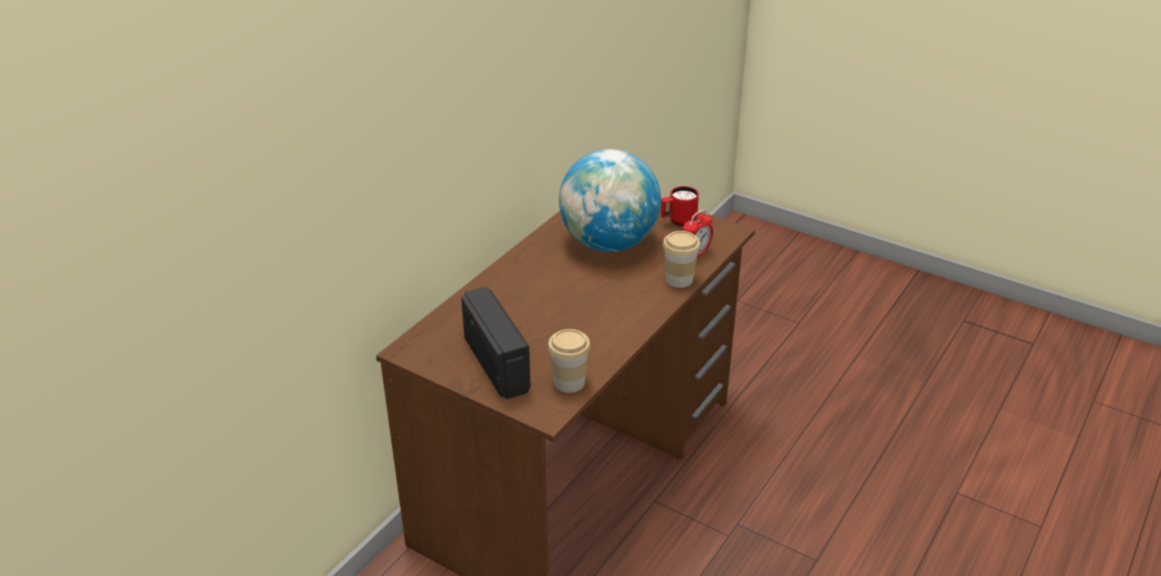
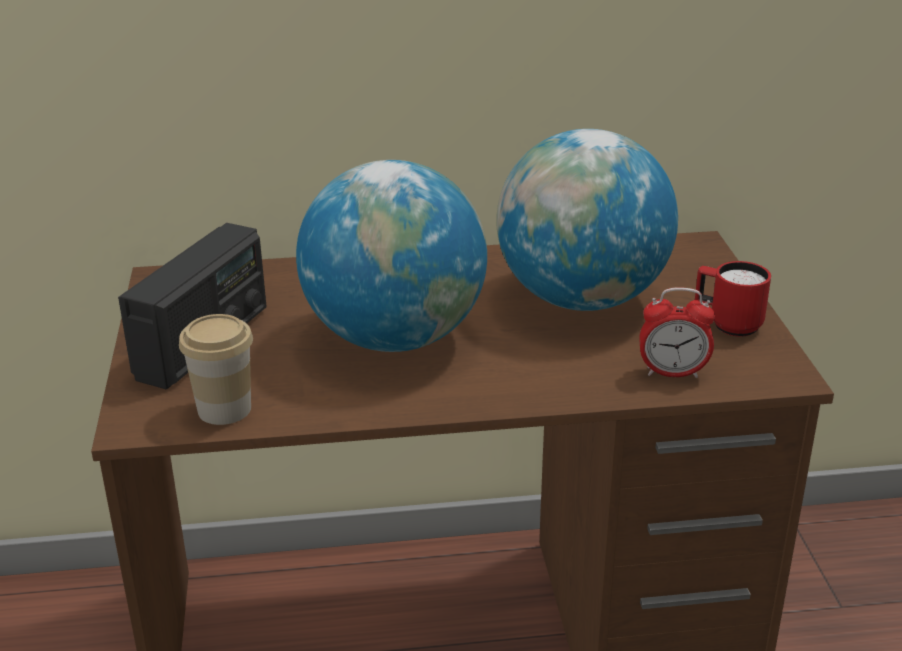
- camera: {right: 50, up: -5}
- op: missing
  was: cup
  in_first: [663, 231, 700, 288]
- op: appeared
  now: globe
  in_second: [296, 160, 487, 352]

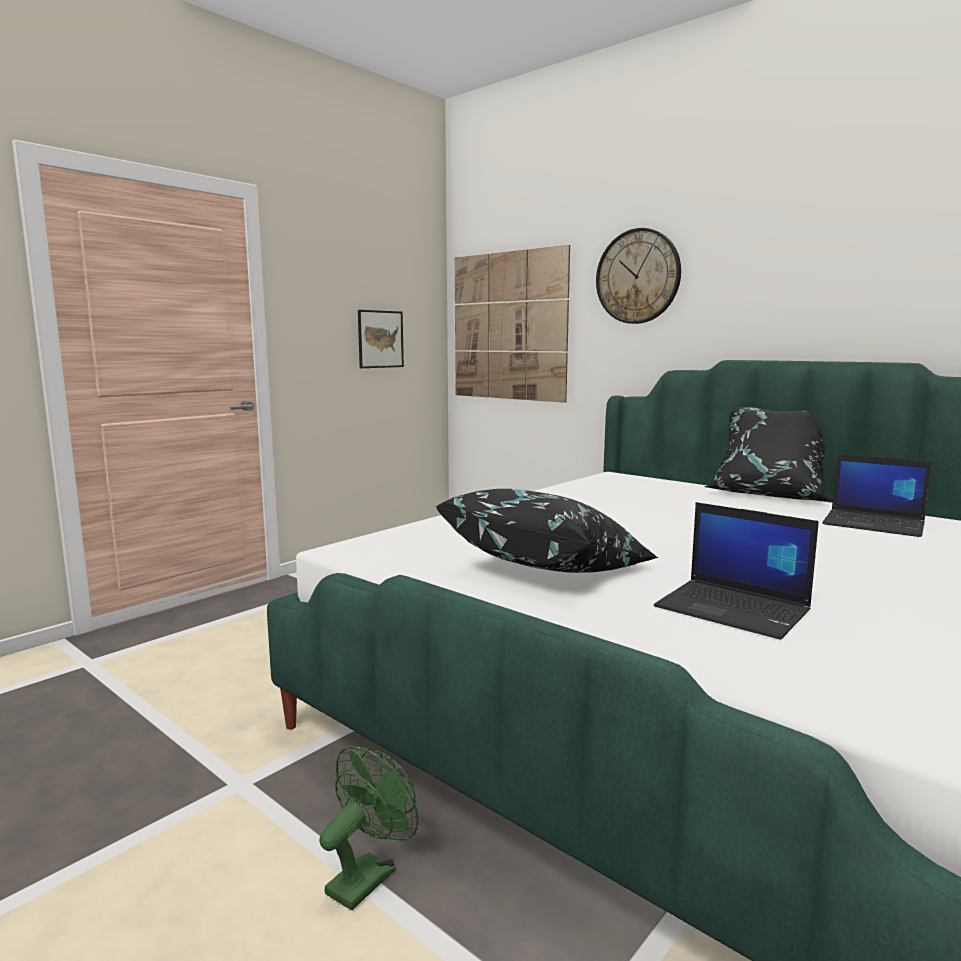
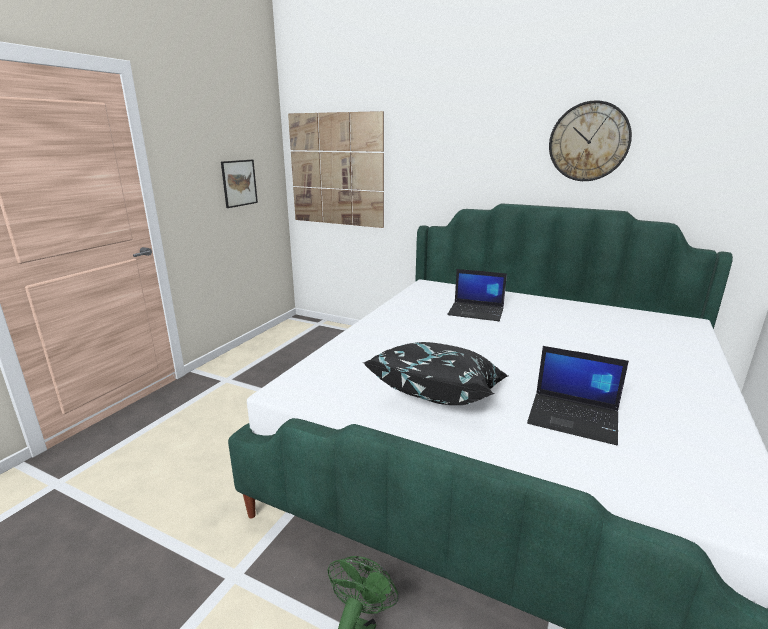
- camera: {right: -15, up: 10}
- op: relocated
  was: wall clock
  in_first: [596, 228, 681, 324]
  in_second: [549, 100, 632, 181]
- op: missing
  was: black pillow
  in_first: [704, 407, 833, 501]
- op: relocated
  was: laptop
  in_first: [822, 454, 932, 537]
  in_second: [447, 269, 507, 321]

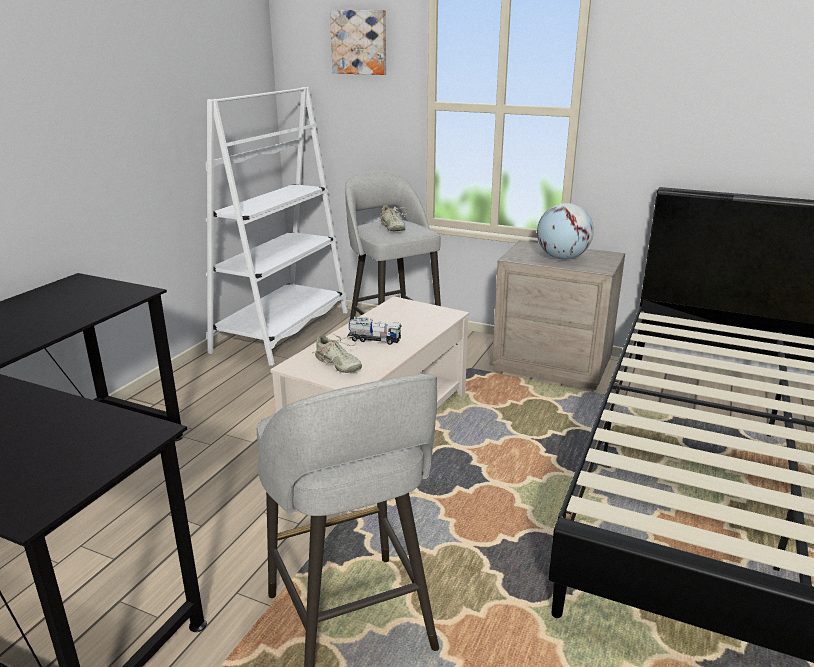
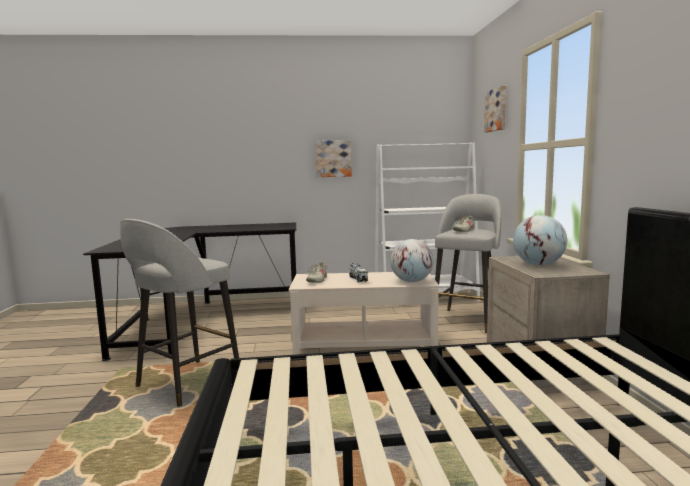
- camera: {right: 60, up: -15}
- op: appeared
  now: picture
  in_second: [315, 140, 352, 177]
- op: appeared
  now: globe
  in_second: [390, 239, 434, 282]

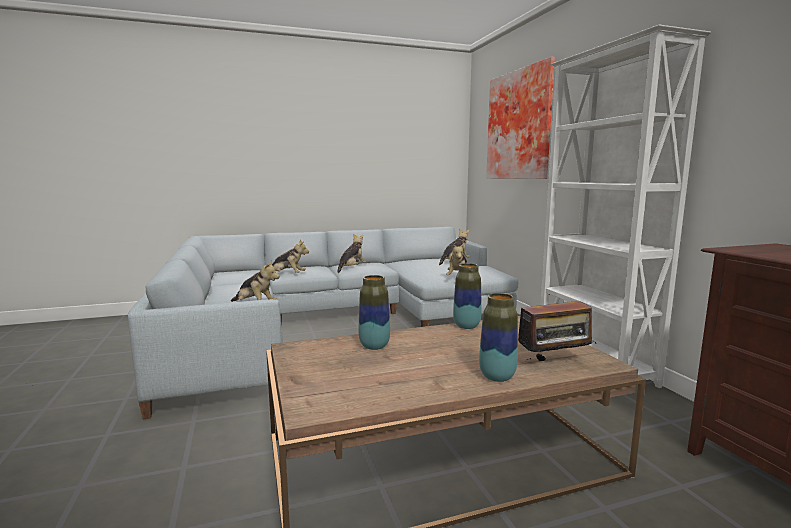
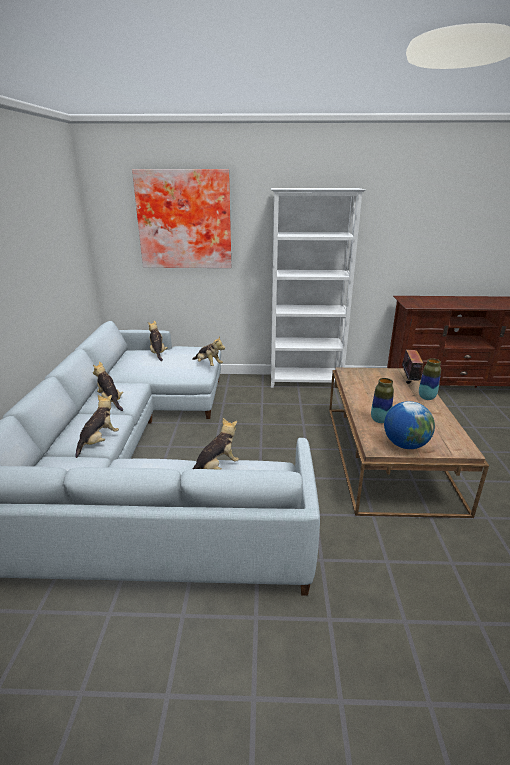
- camera: {right: -70, up: 15}
- op: missing
  was: vase
  in_first: [453, 263, 482, 329]
- op: appeared
  now: globe
  in_second: [384, 401, 435, 449]

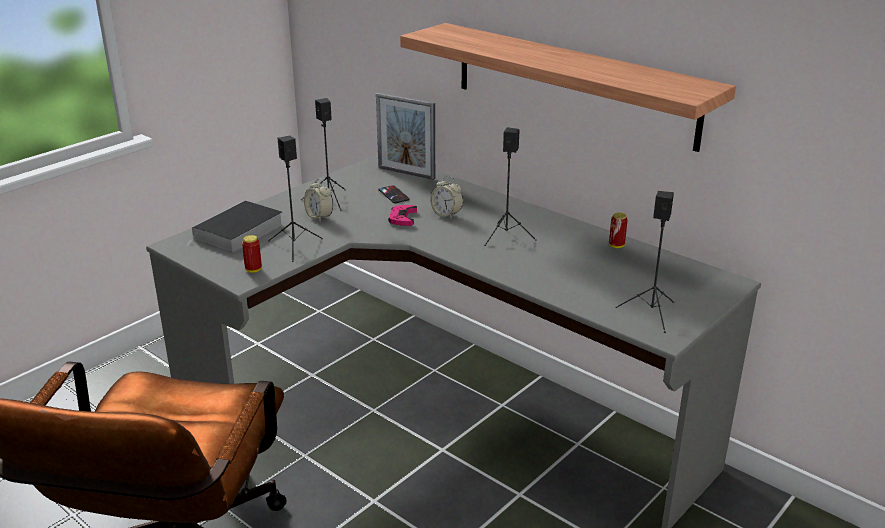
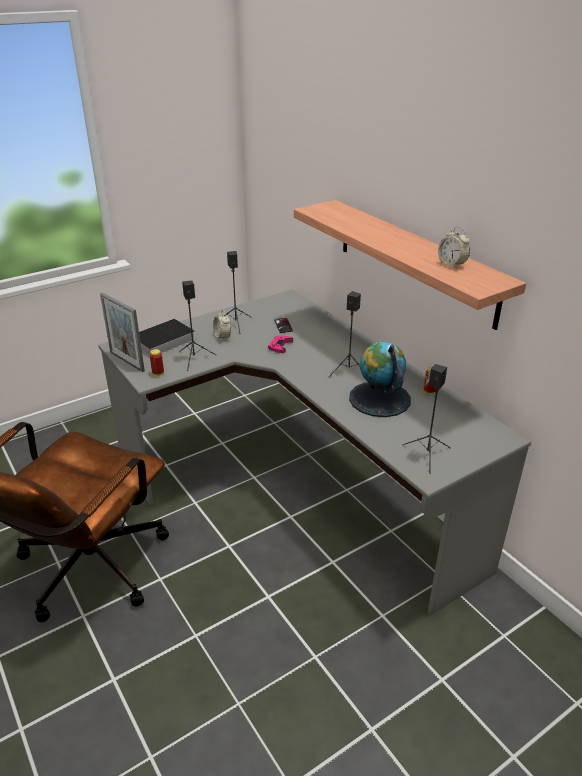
- camera: {right: 15, up: 5}
- op: relocated
  was: picture frame
  in_first: [376, 93, 435, 180]
  in_second: [100, 292, 145, 372]
- op: relocated
  was: alarm clock
  in_first: [430, 176, 463, 219]
  in_second: [438, 227, 470, 269]
- op: appeared
  now: globe
  in_second: [349, 342, 411, 417]

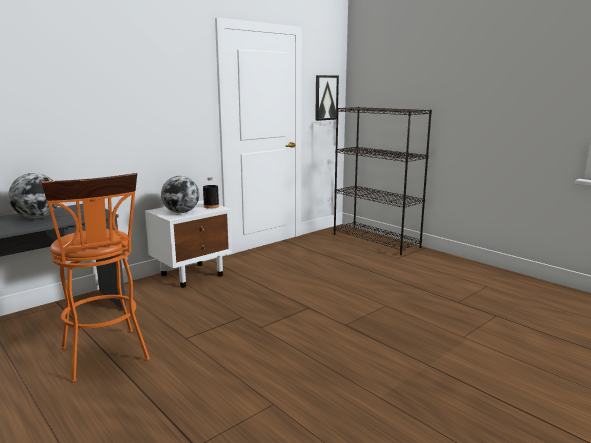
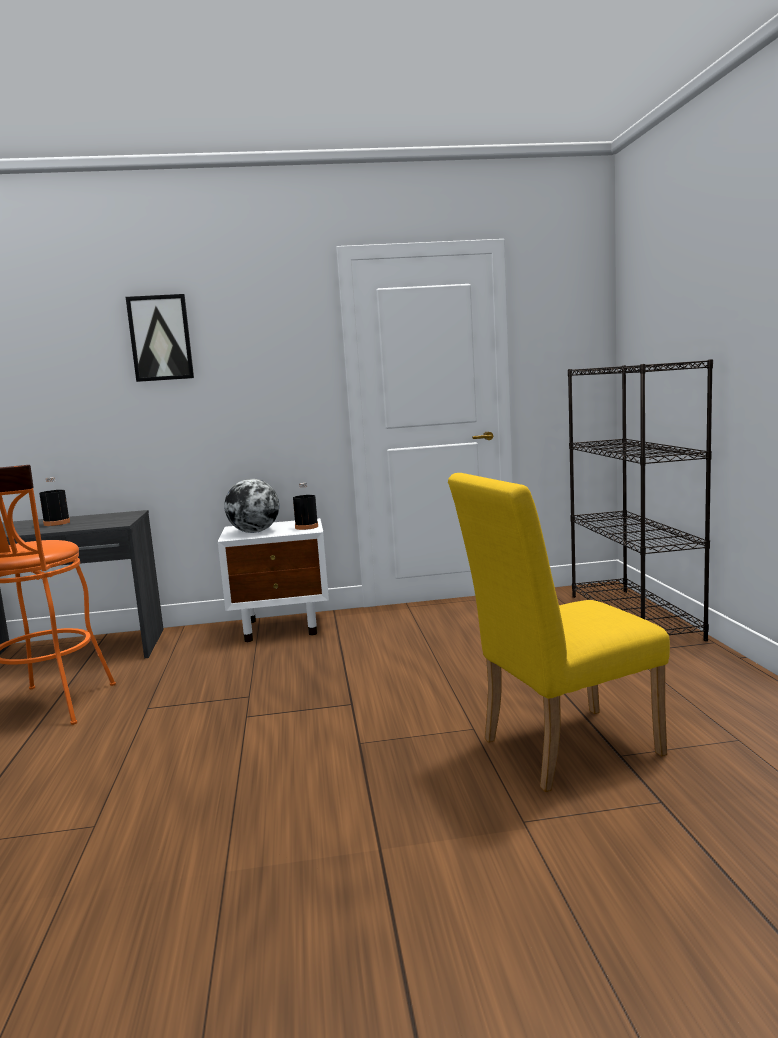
- camera: {right: 35, up: -5}
- op: exchanged
  was: globe
  now: black bottle
  in_first: [8, 173, 58, 219]
  in_second: [39, 477, 70, 526]
- op: relocated
  was: picture
  in_first: [315, 75, 339, 121]
  in_second: [126, 294, 194, 382]
- op: appeared
  now: yellow chair
  in_second: [448, 473, 670, 792]

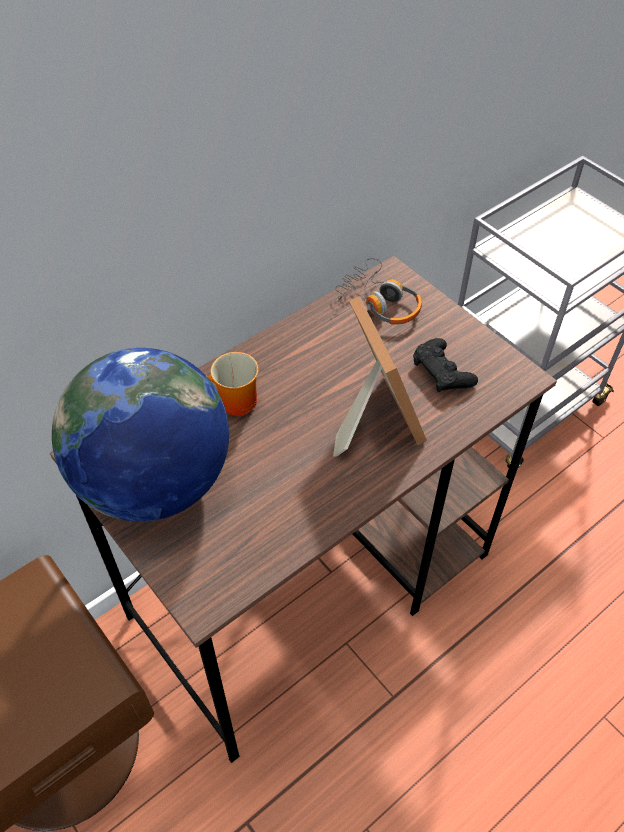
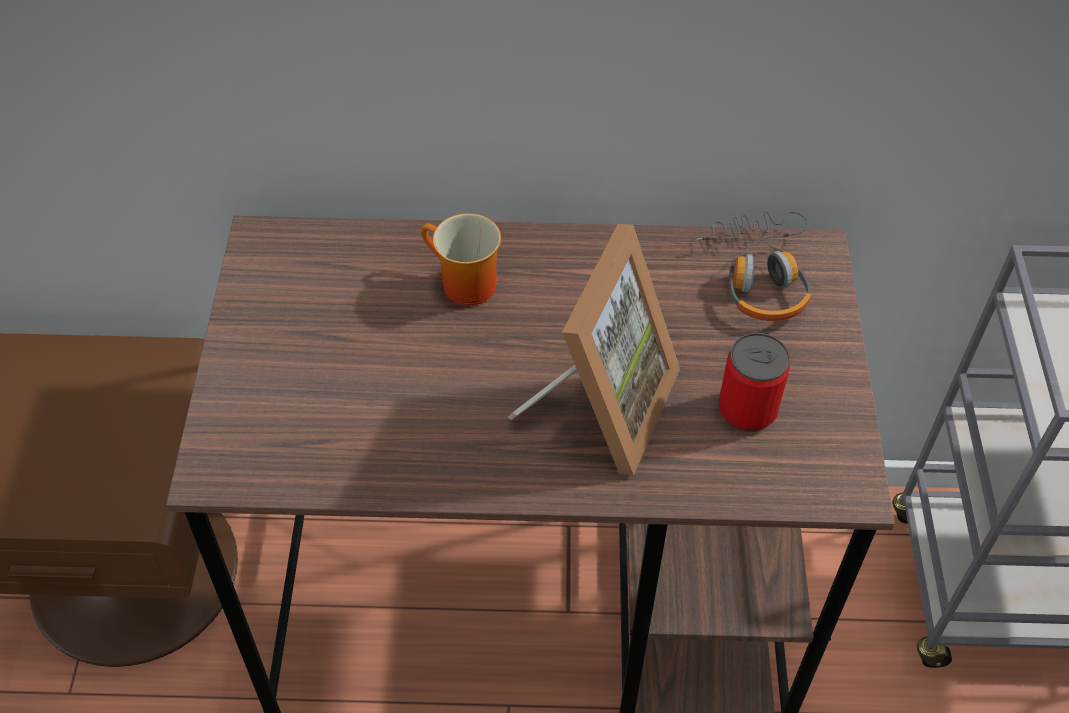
- camera: {right: 40, up: 0}
- op: missing
  was: globe
  in_first: [52, 348, 229, 522]
- op: exchanged
  was: black game controller
  now: can
  in_first: [413, 338, 478, 392]
  in_second: [719, 333, 790, 432]

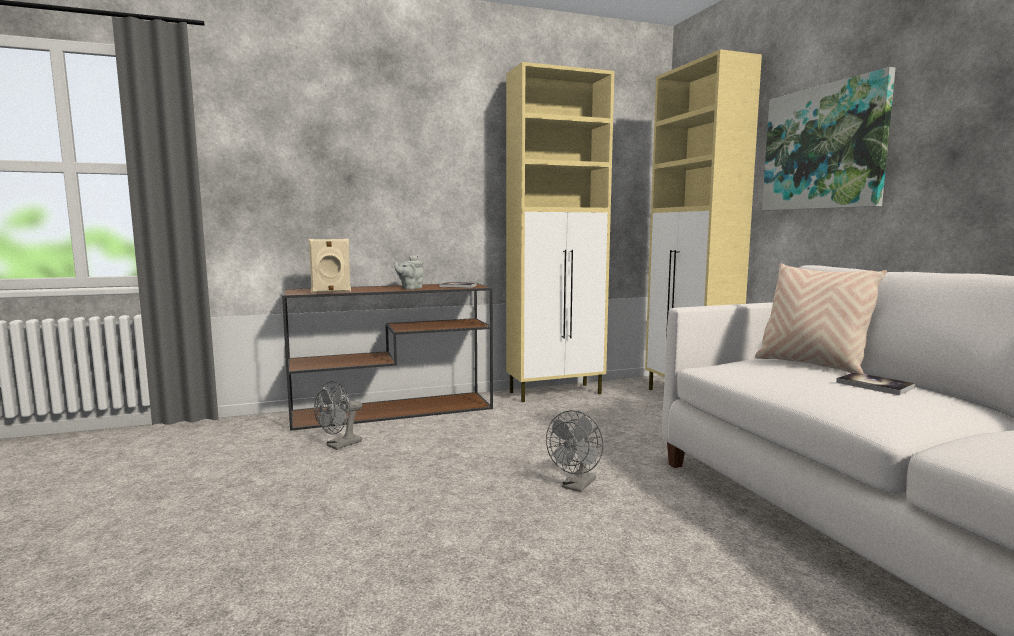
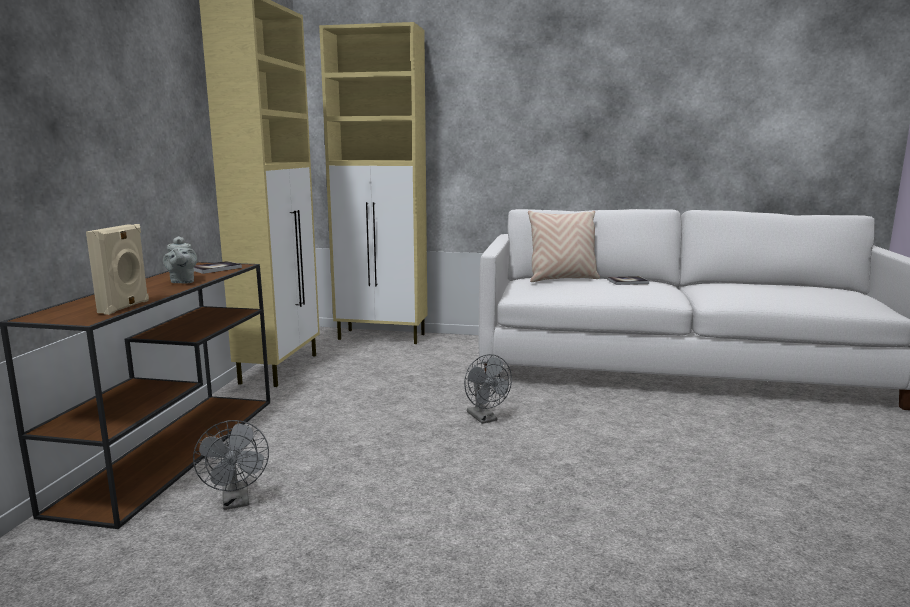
- camera: {right: -60, up: 5}
- op: missing
  was: picture
  in_first: [762, 67, 896, 210]

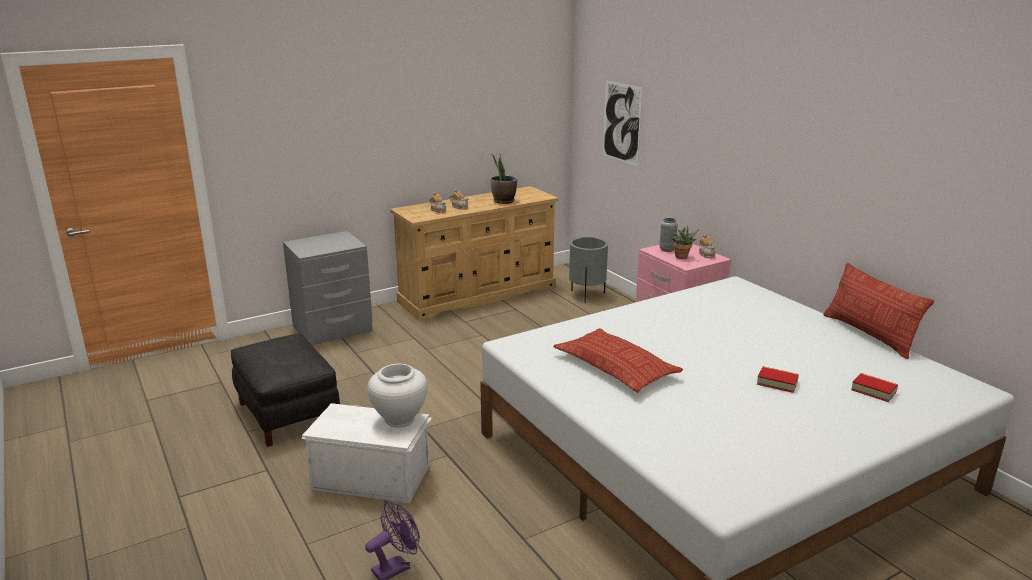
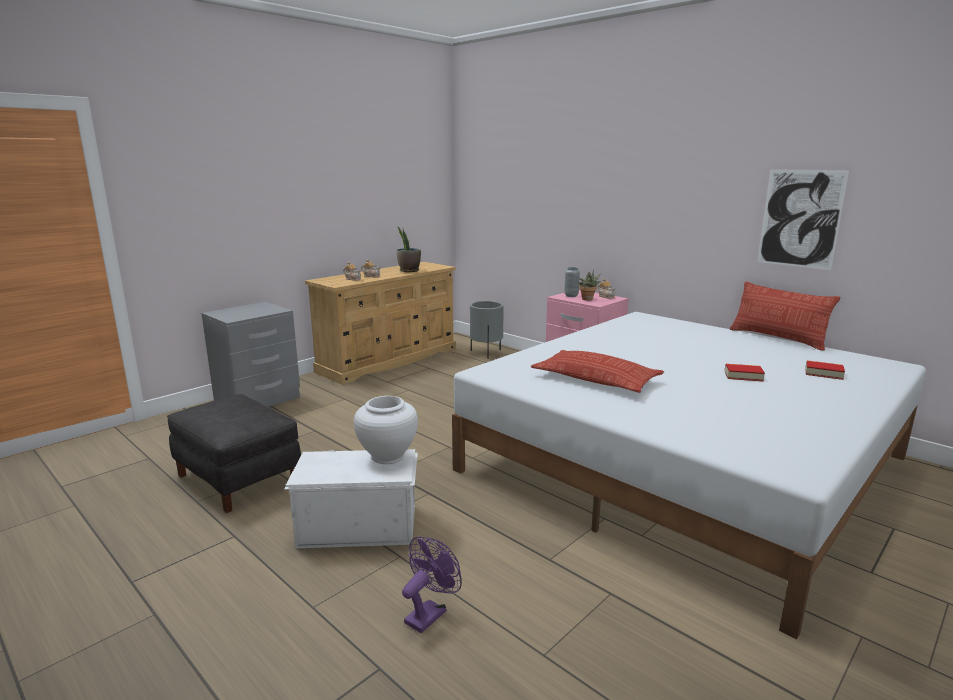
- camera: {right: -15, up: -5}
- op: relocated
  was: picture
  in_first: [603, 80, 643, 166]
  in_second: [757, 169, 849, 270]

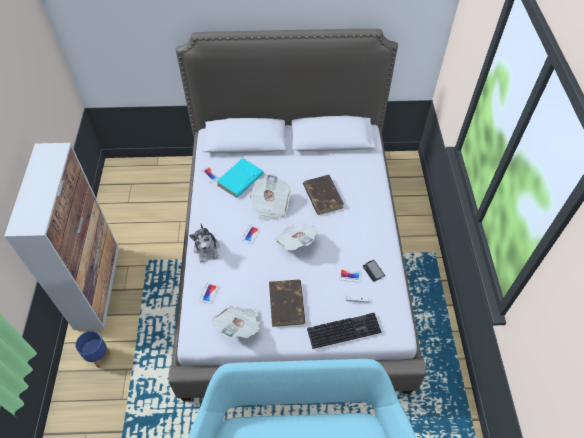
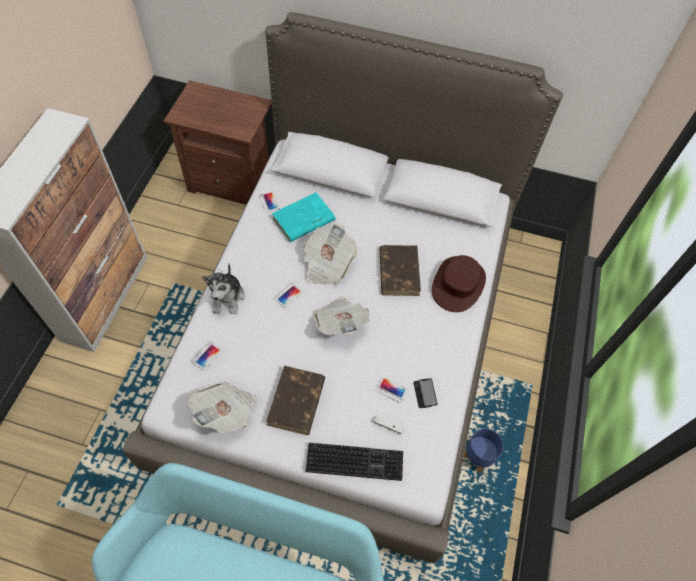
- camera: {right: 15, up: 5}
- op: relocated
  was: blue planter
  in_first: [76, 331, 111, 368]
  in_second: [463, 428, 504, 473]
- op: appeared
  now: brown nightstand
  in_second: [164, 80, 272, 205]
- op: appeared
  now: brown hat
  in_second: [432, 255, 486, 312]

